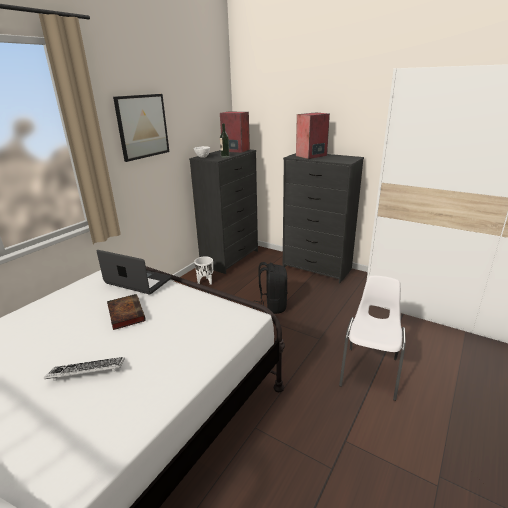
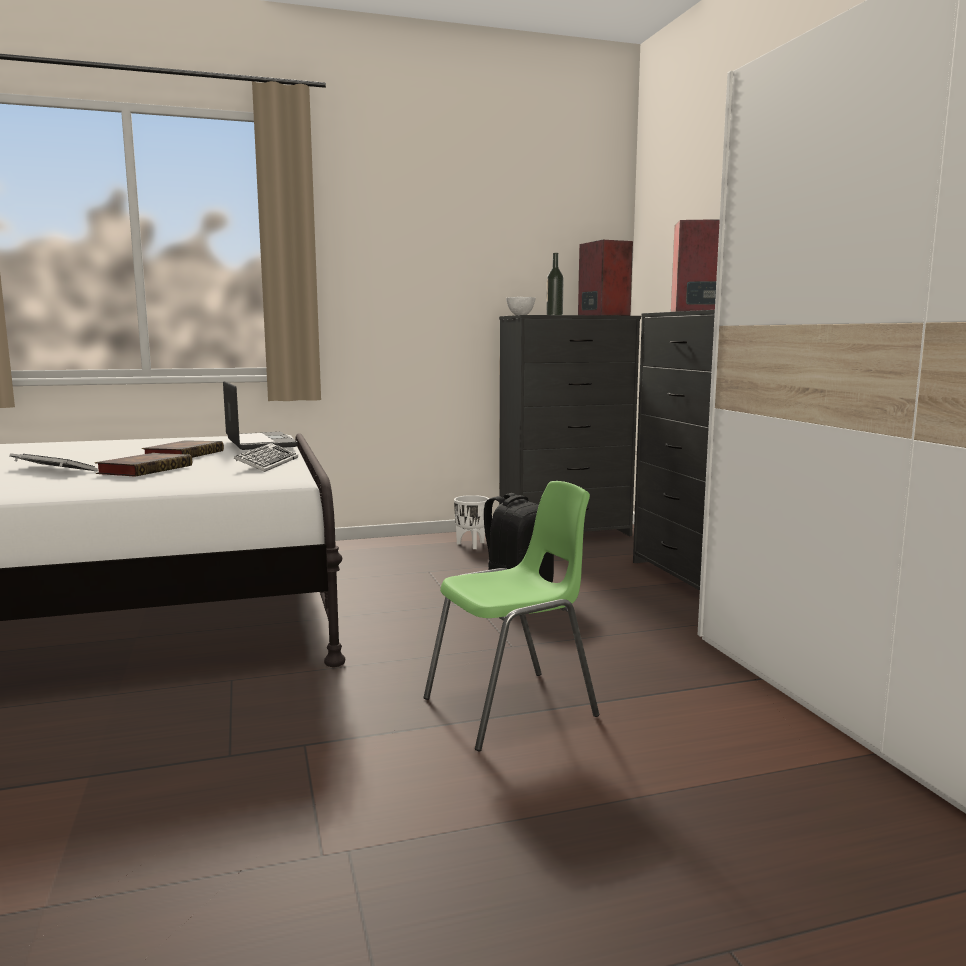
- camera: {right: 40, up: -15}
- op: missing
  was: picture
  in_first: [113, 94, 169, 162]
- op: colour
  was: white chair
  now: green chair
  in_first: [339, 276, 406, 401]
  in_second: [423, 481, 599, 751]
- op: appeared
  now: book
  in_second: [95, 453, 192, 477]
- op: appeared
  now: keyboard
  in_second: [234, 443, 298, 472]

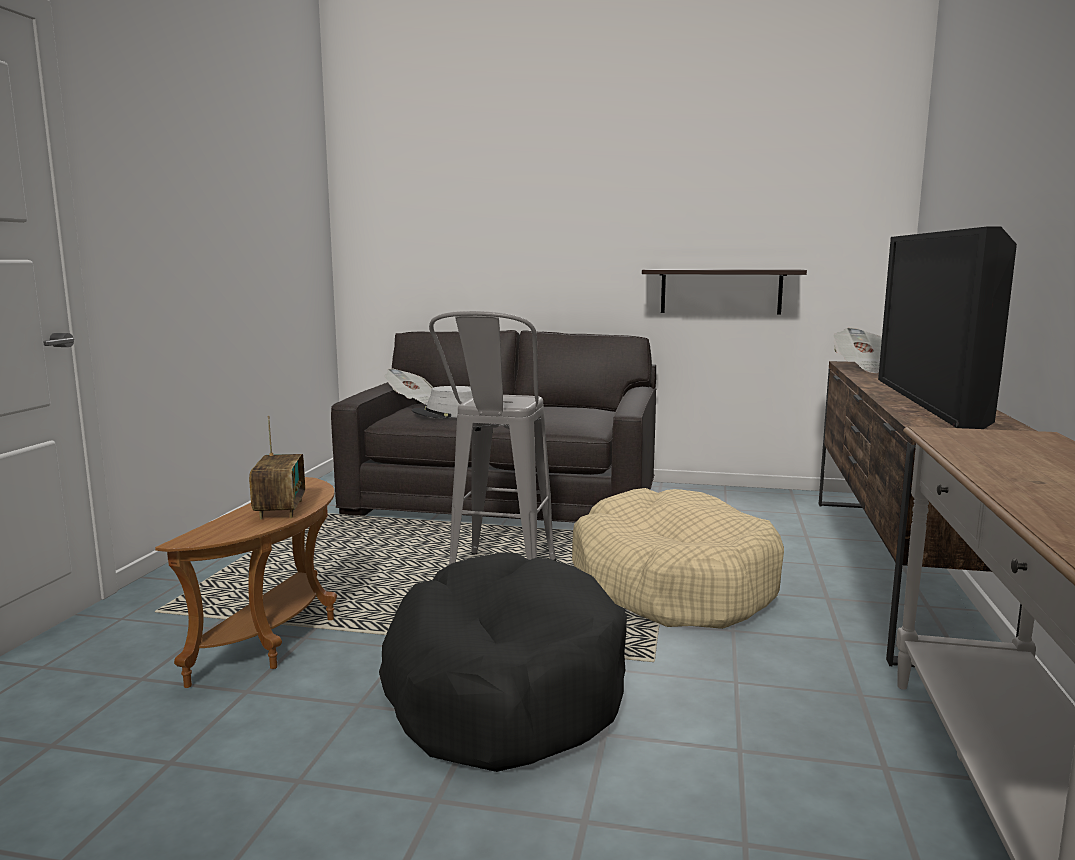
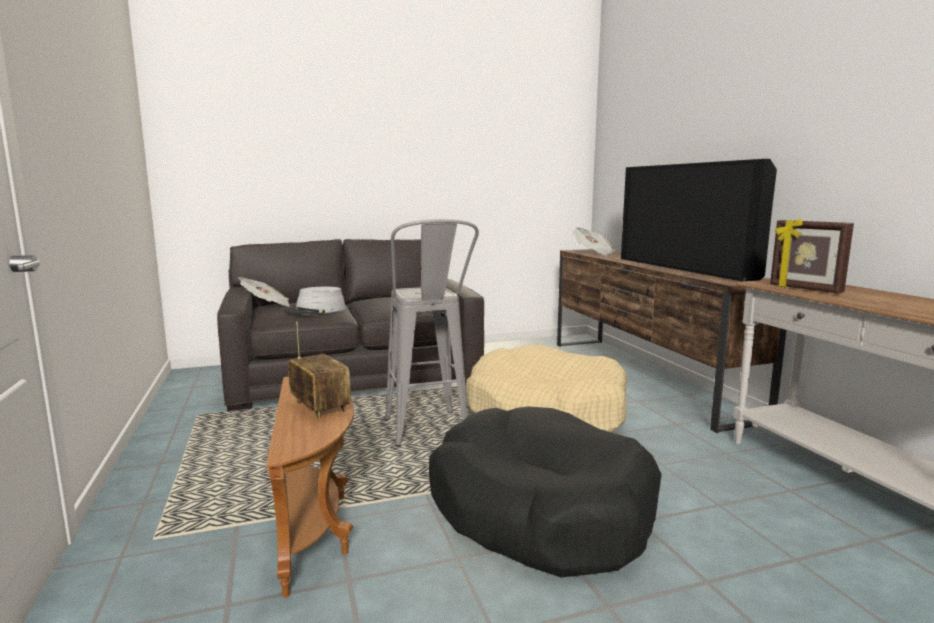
- camera: {right: -30, up: 0}
- op: missing
  was: shelf
  in_first: [642, 269, 807, 314]
- op: appeared
  now: picture frame
  in_second: [770, 219, 854, 294]

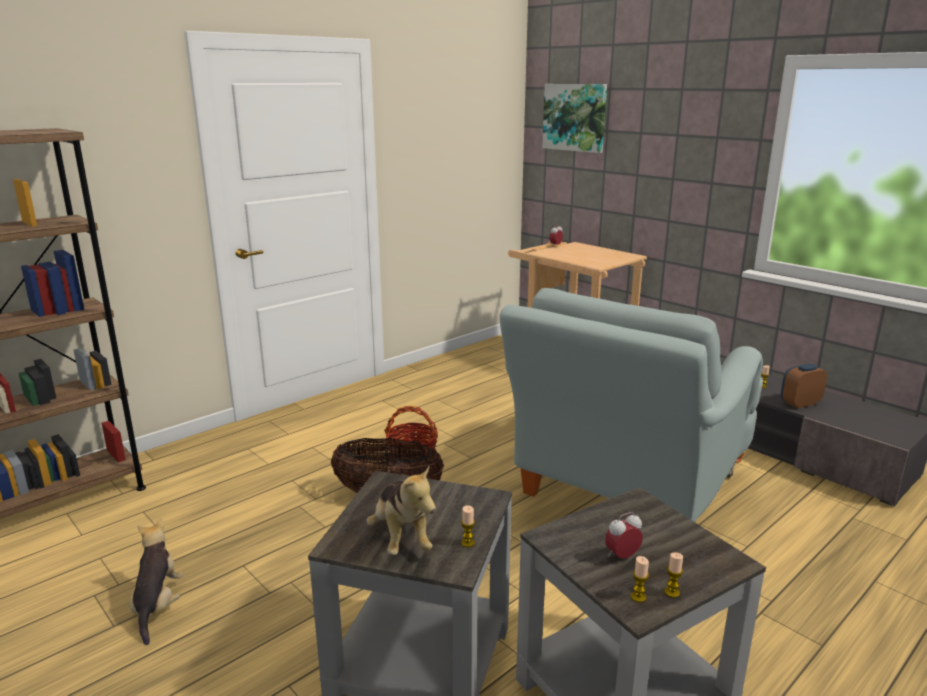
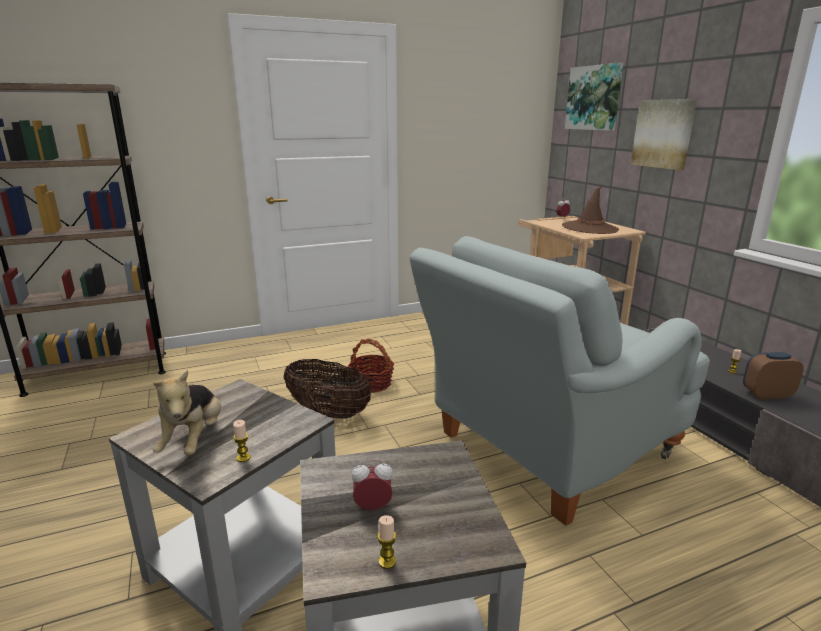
- camera: {right: 20, up: 0}
- op: missing
  was: plush toy
  in_first: [130, 518, 183, 645]
- op: missing
  was: candle
  in_first: [631, 556, 649, 602]
- op: appeared
  now: brown hat
  in_second: [562, 186, 619, 234]
- op: appeared
  now: picture
  in_second: [631, 99, 697, 170]

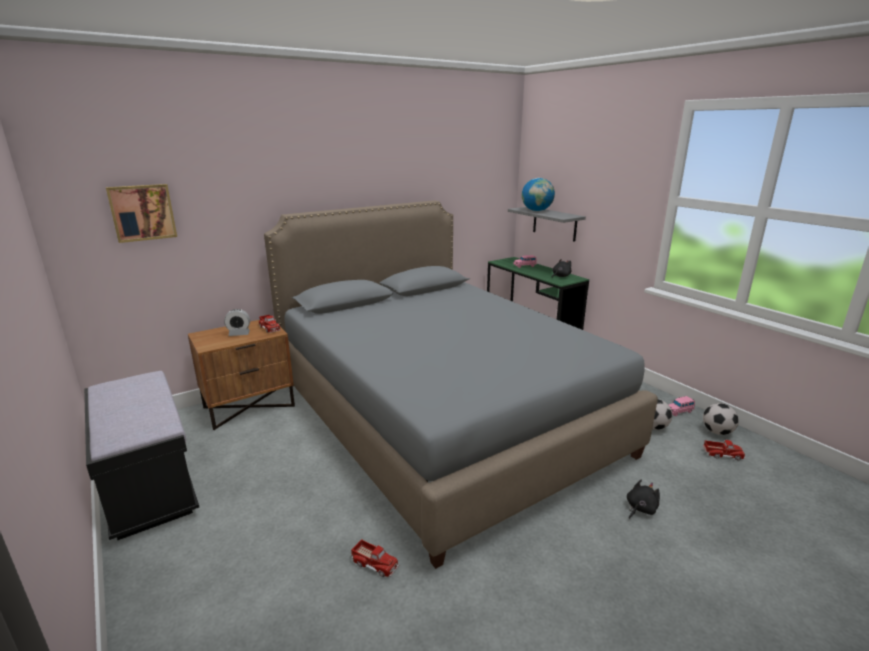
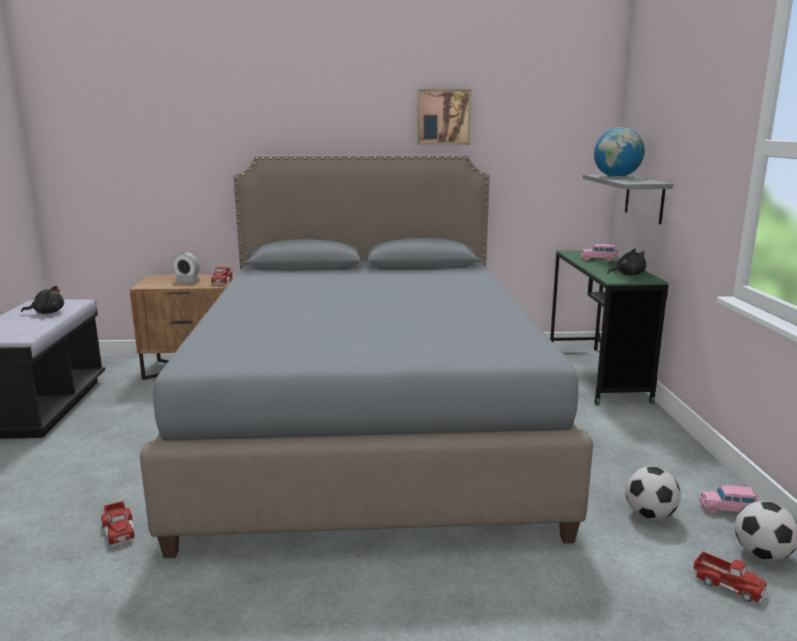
- camera: {right: 30, up: -5}
- op: relocated
  was: picture
  in_first: [106, 184, 177, 243]
  in_second: [417, 89, 472, 145]
- op: relocated
  was: black plush toy
  in_first: [627, 480, 660, 519]
  in_second: [21, 286, 64, 314]

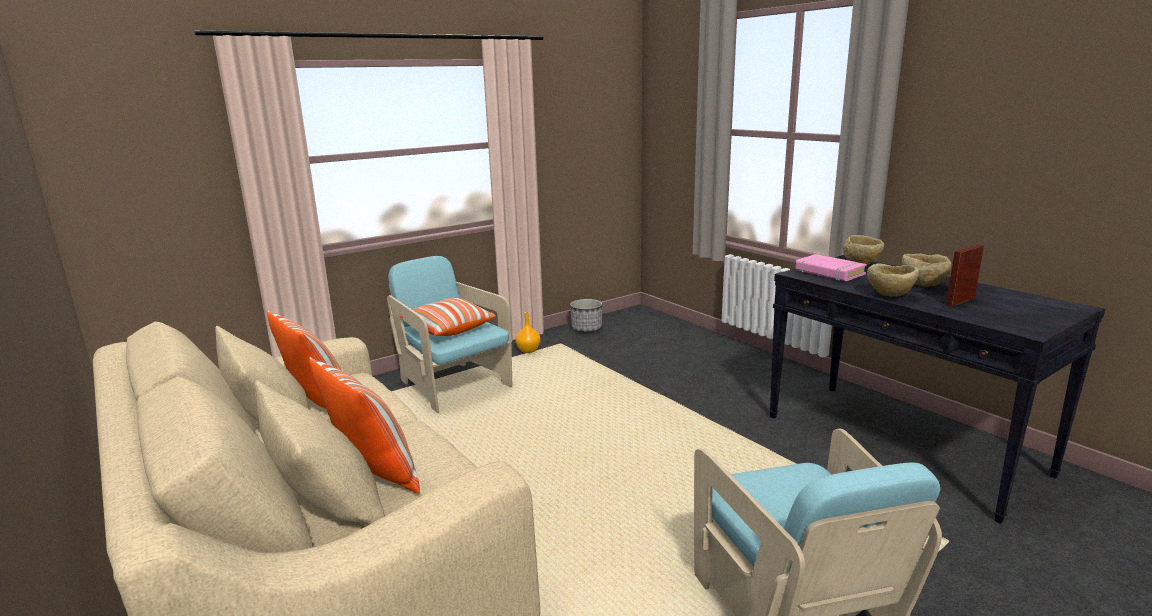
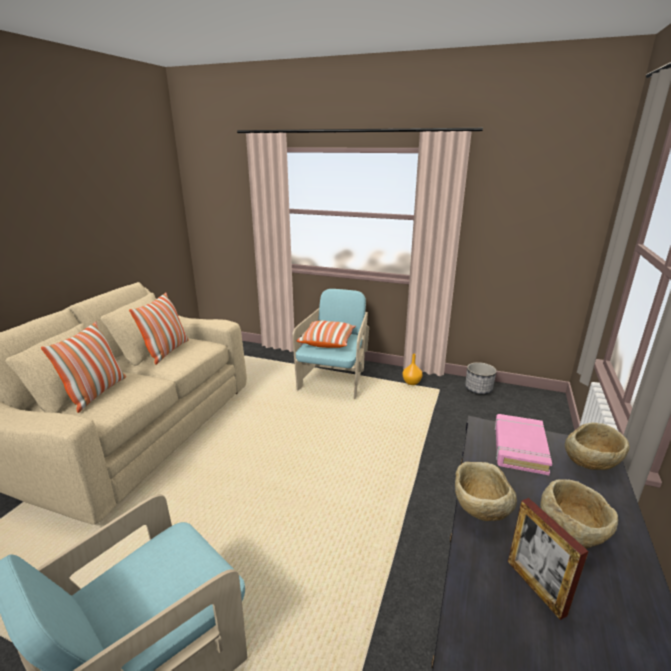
- camera: {right: 55, up: 5}
- op: spun
  was: picture frame
  in_first: [946, 245, 984, 306]
  in_second: [508, 498, 589, 620]
  clockwise: -135

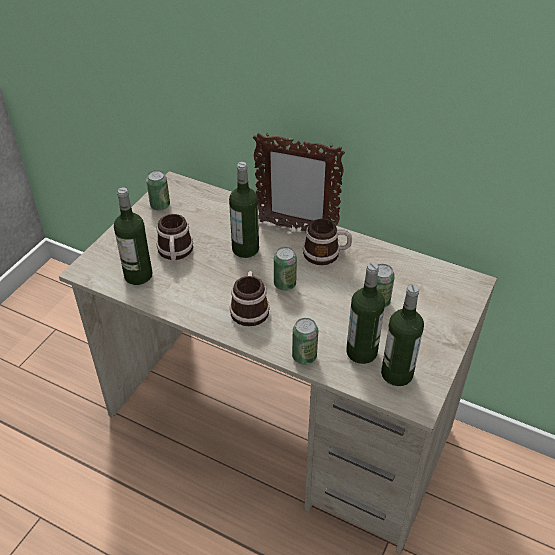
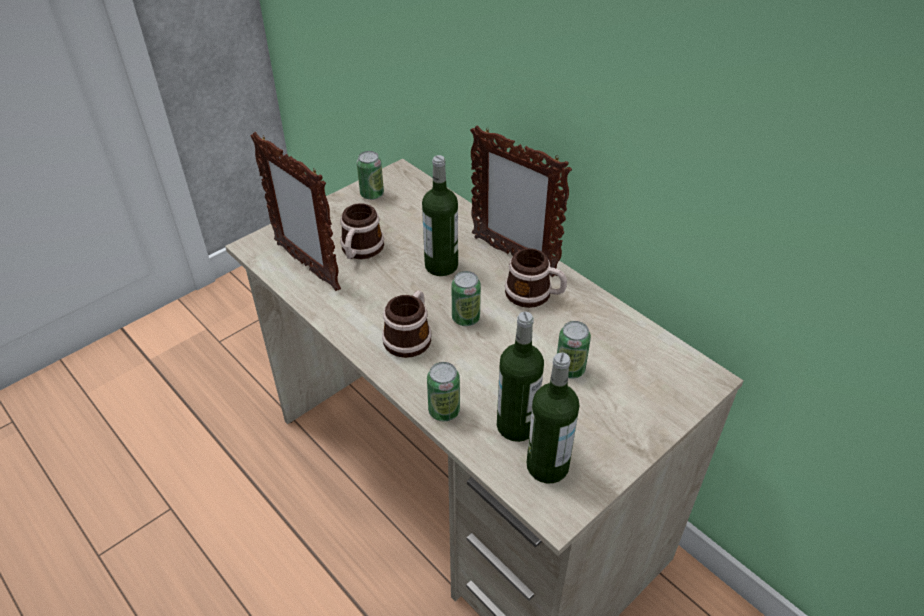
- camera: {right: 20, up: 0}
- op: exchanged
  was: bottle
  now: picture frame
  in_first: [114, 187, 152, 285]
  in_second: [251, 132, 341, 291]

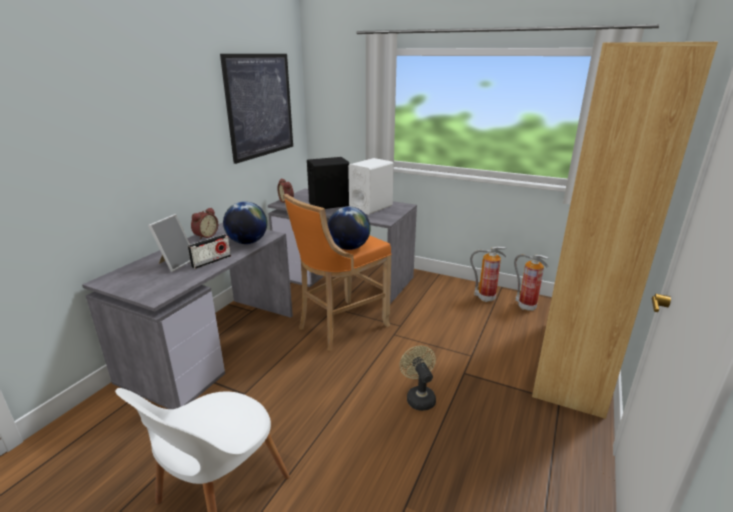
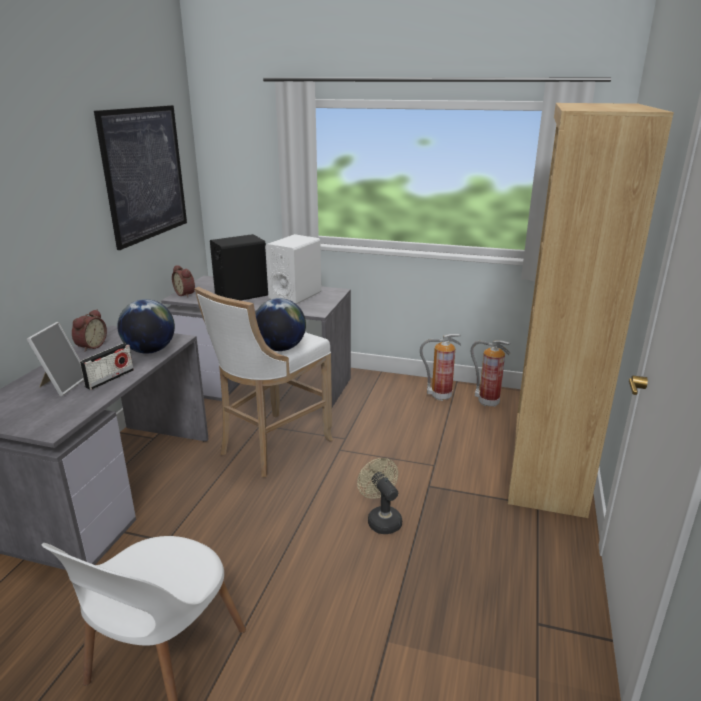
- camera: {right: -10, up: 0}
- op: colour
  was: orange stool
  now: white stool
  in_first: [283, 194, 391, 351]
  in_second: [195, 287, 333, 477]

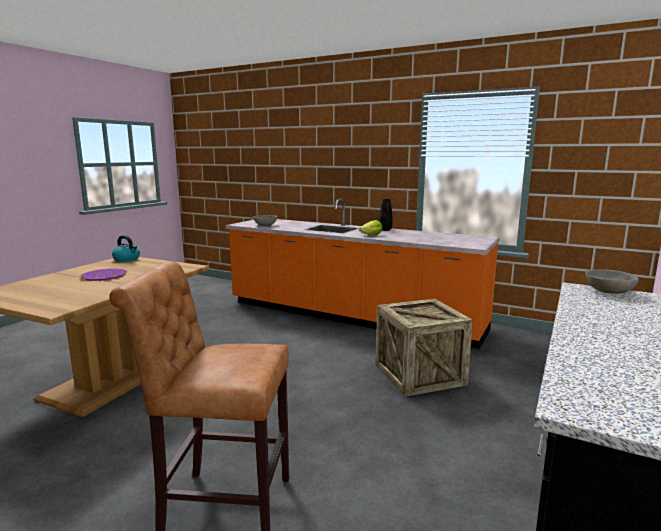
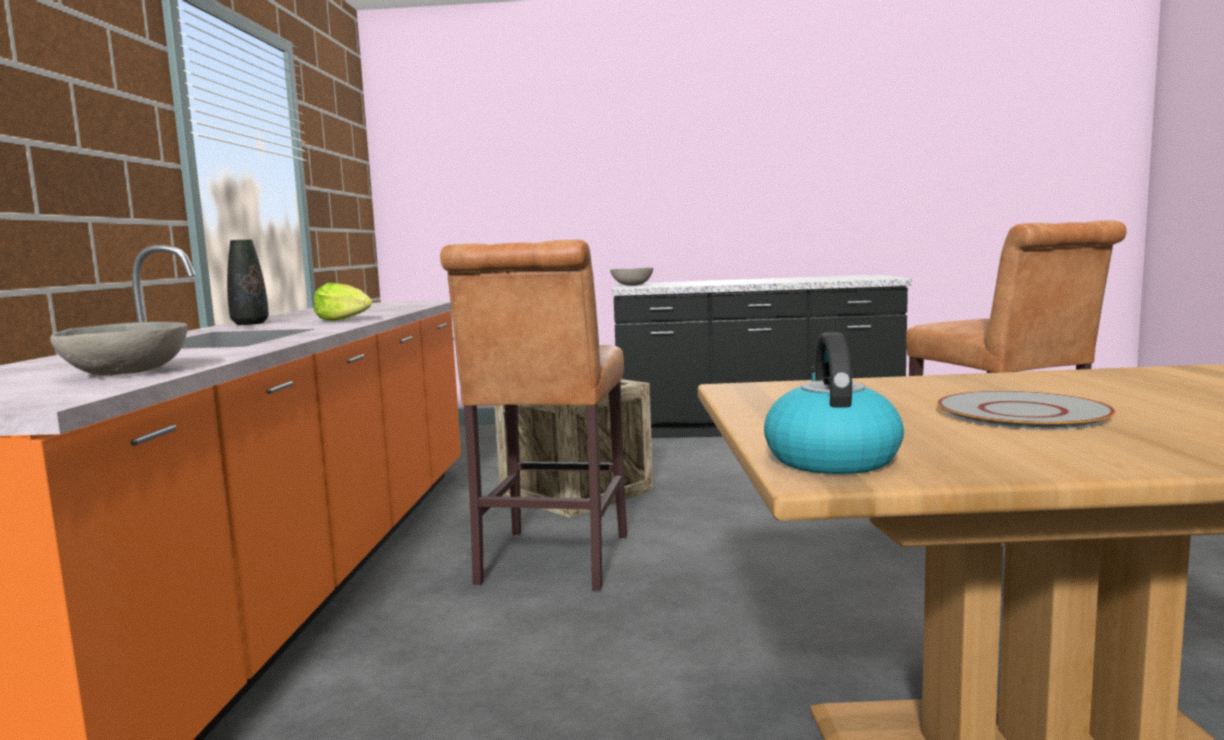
- camera: {right: -115, up: -5}
- op: colour
  was: purple plate
  now: grey plate
  in_first: [80, 268, 127, 281]
  in_second: [937, 391, 1116, 430]
- op: appeared
  now: brown stool
  in_second: [440, 240, 627, 591]

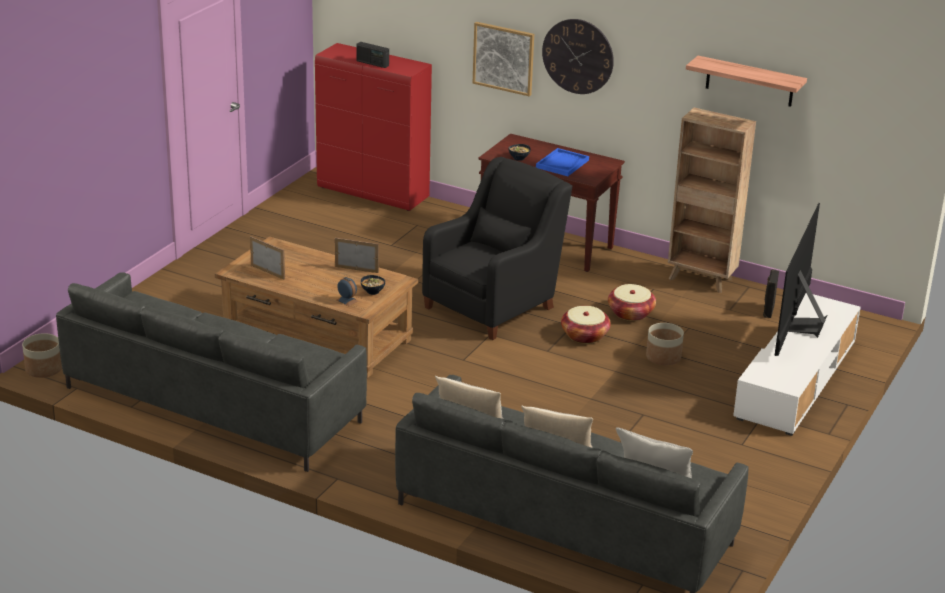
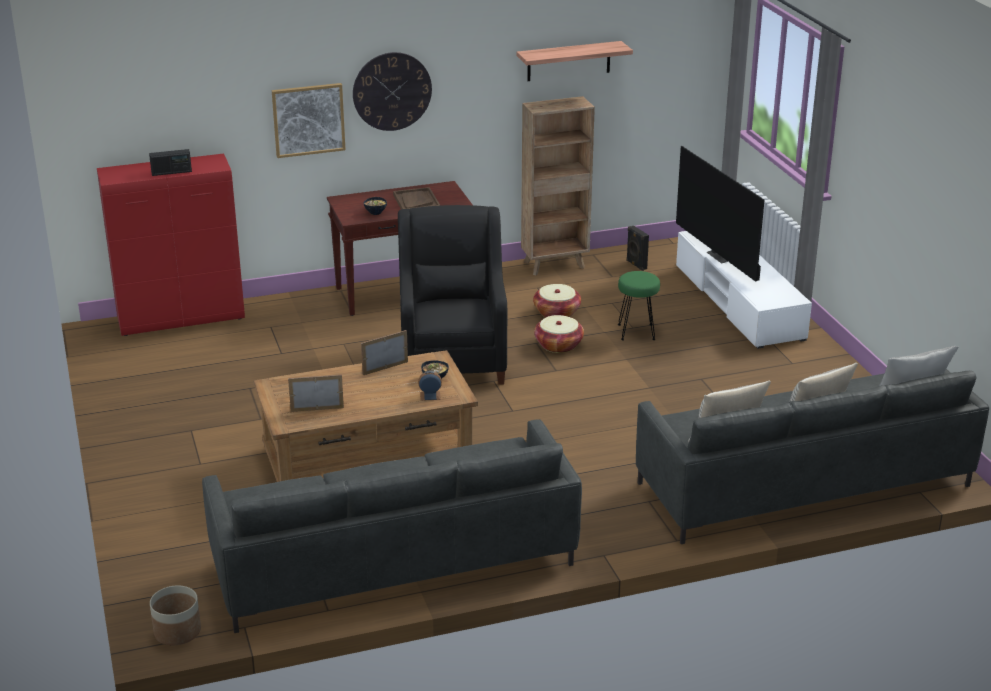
- camera: {right: -45, up: 0}
- op: colour
  was: blue tray
  now: brown tray
  in_first: [536, 148, 589, 176]
  in_second: [393, 187, 441, 209]
- op: exchanged
  was: planter
  now: green stool
  in_first: [646, 323, 684, 365]
  in_second: [618, 271, 660, 341]

